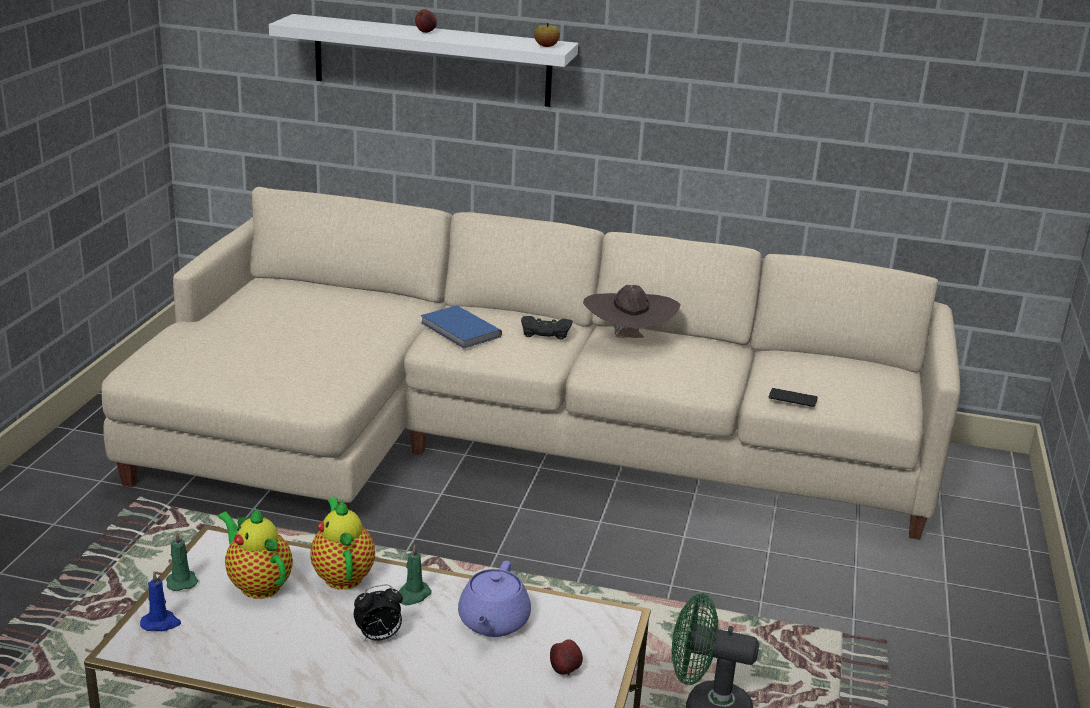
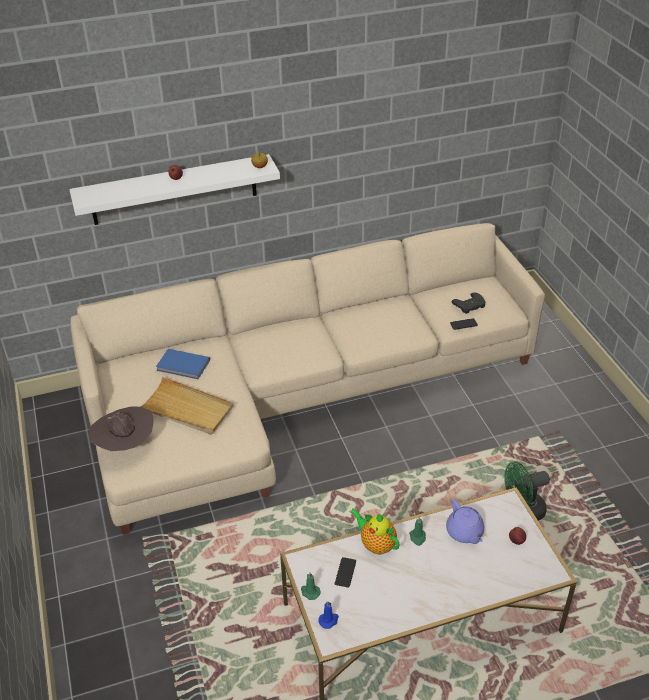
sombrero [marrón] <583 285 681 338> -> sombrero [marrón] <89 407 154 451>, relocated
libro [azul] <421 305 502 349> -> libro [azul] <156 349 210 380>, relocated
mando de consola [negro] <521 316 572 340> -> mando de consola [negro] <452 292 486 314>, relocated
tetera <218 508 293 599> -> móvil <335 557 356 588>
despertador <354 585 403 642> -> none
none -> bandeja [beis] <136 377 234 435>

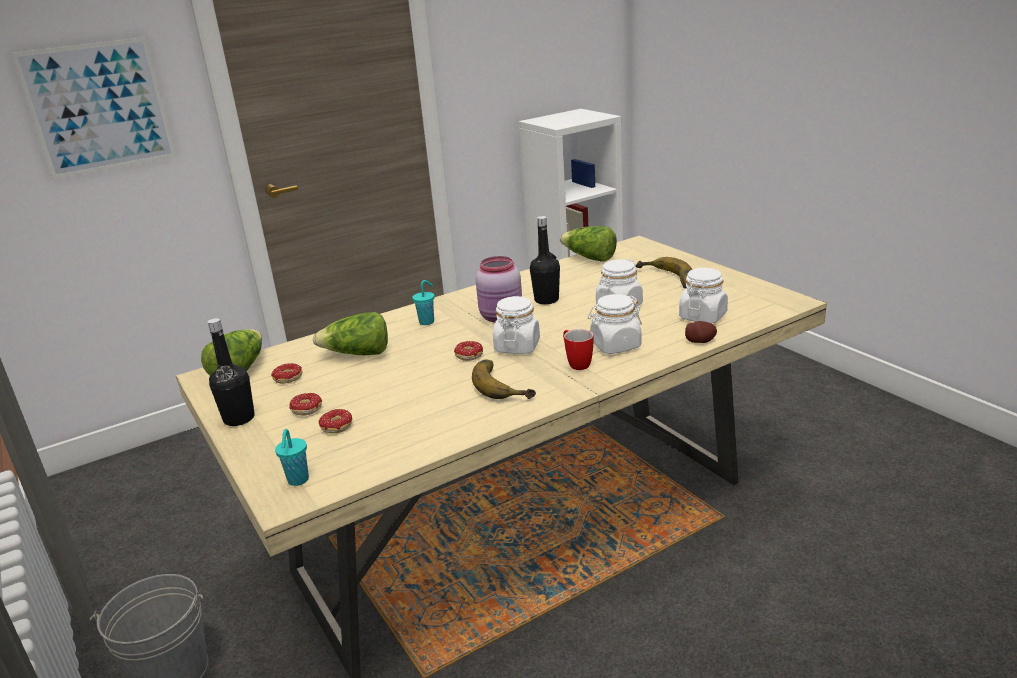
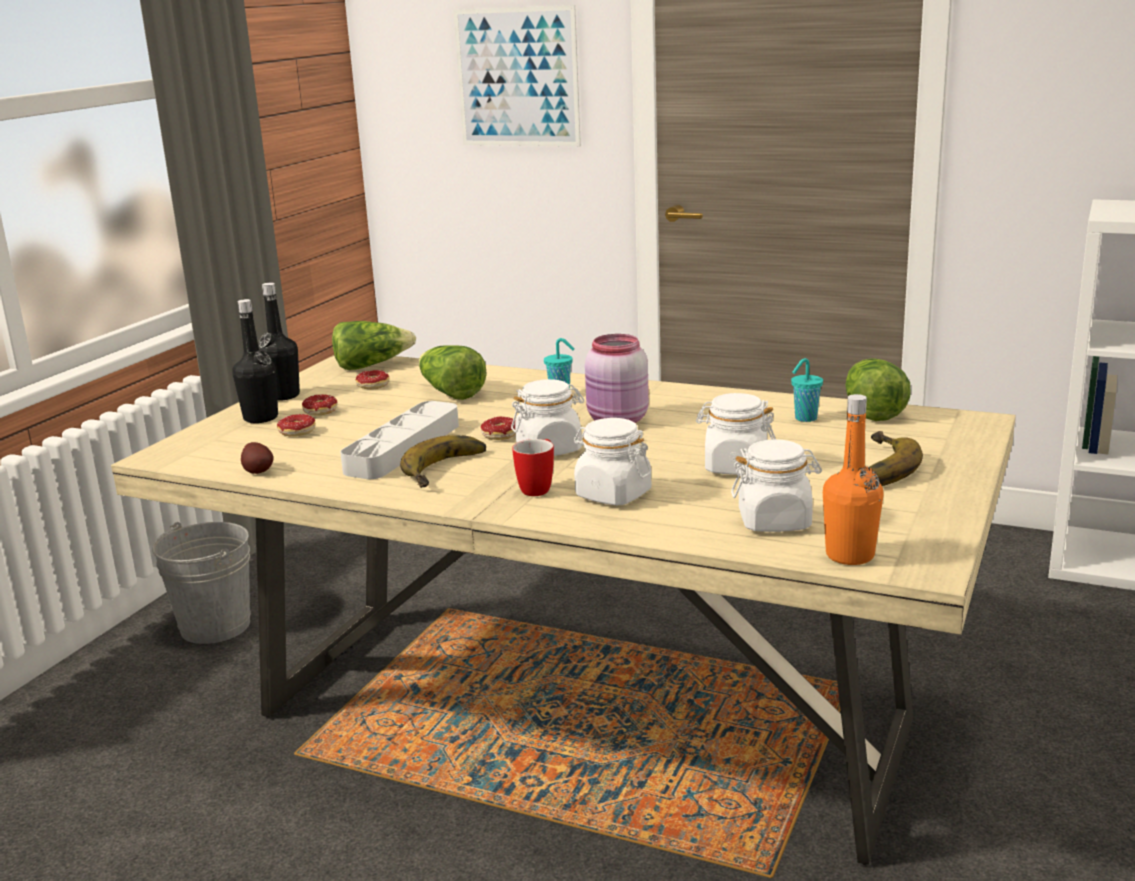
botella [negro] <530 216 560 304> -> botella [negro] <232 299 278 423>, relocated
patata <685 321 717 343> -> patata <241 442 274 474>, relocated
taza [turquesa] <275 429 309 486> -> taza [turquesa] <791 358 823 422>, relocated
none -> botella [naranja] <823 394 883 565>
none -> bandeja [gris] <340 401 459 479>

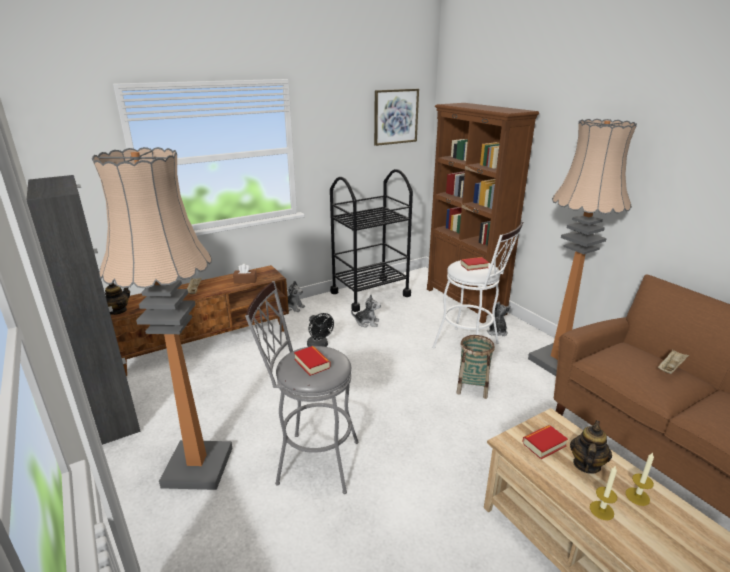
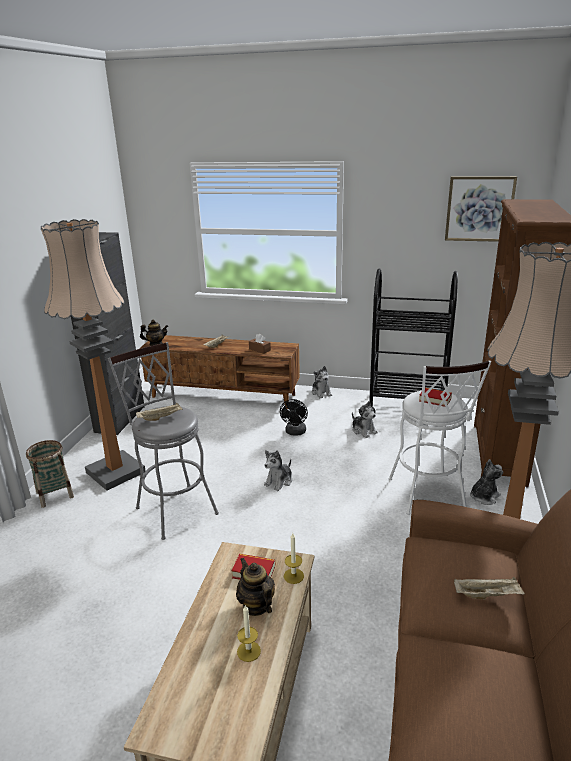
cesta <456 335 495 399> -> cesta <26 440 74 508>, relocated
libro <294 346 331 376> -> bandeja [beis] <136 403 183 421>
tetera <570 420 612 474> -> tetera <236 558 275 616>, 105 degrees counterclockwise
vela <590 465 617 520> -> vela <284 533 304 584>, relocated
none -> peluche <264 450 292 491>

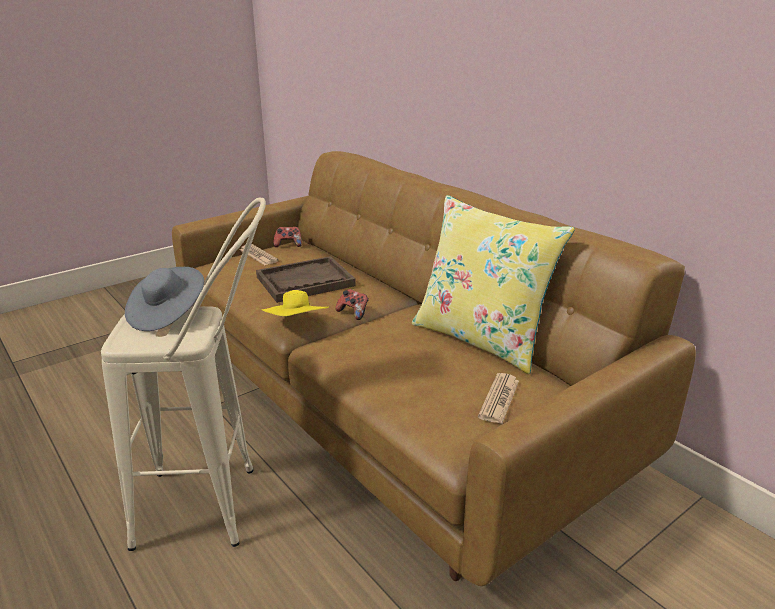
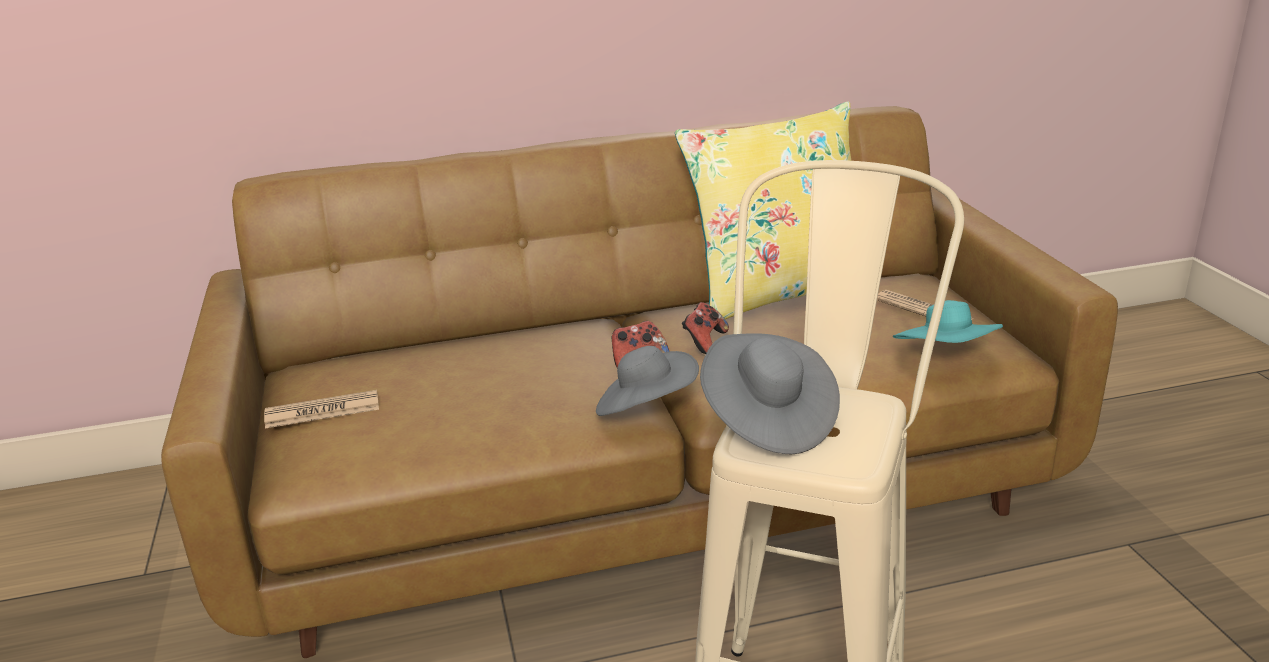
mando de consola <274 227 302 247> -> mando de consola <682 302 729 354>, relocated
bandeja [marrón] <256 256 356 303> -> none
sombrero [amarillo] <262 290 329 316> -> sombrero [gris] <596 346 699 416>
none -> sombrero [turquesa] <893 300 1003 343>

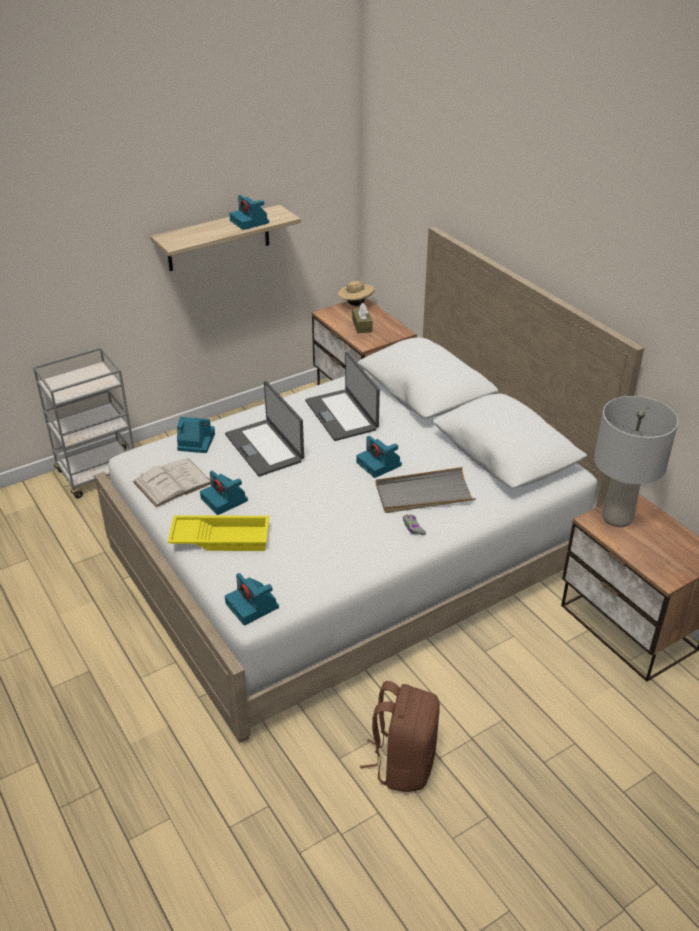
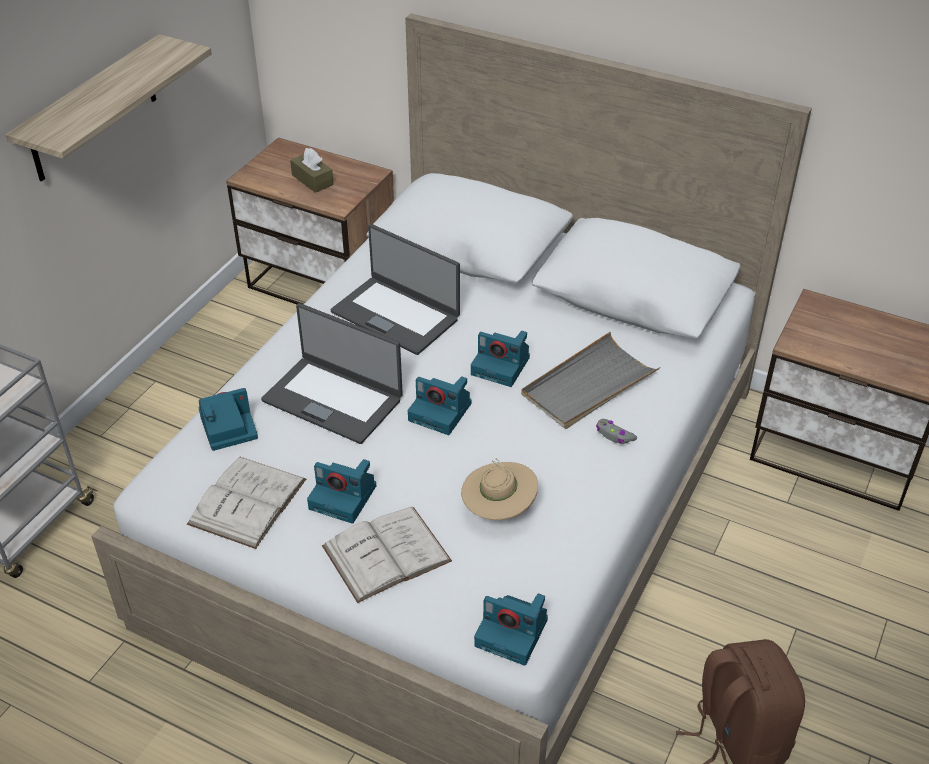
cámara <229 195 269 230> -> cámara <408 376 471 435>, relocated
sombrero [beis] <338 278 375 306> -> sombrero [beis] <461 458 538 520>, relocated
lámpara de mesa [gris] <594 396 678 527> -> none
bandeja [amarillo] <168 515 269 551> -> libro [blanco] <322 507 452 603>

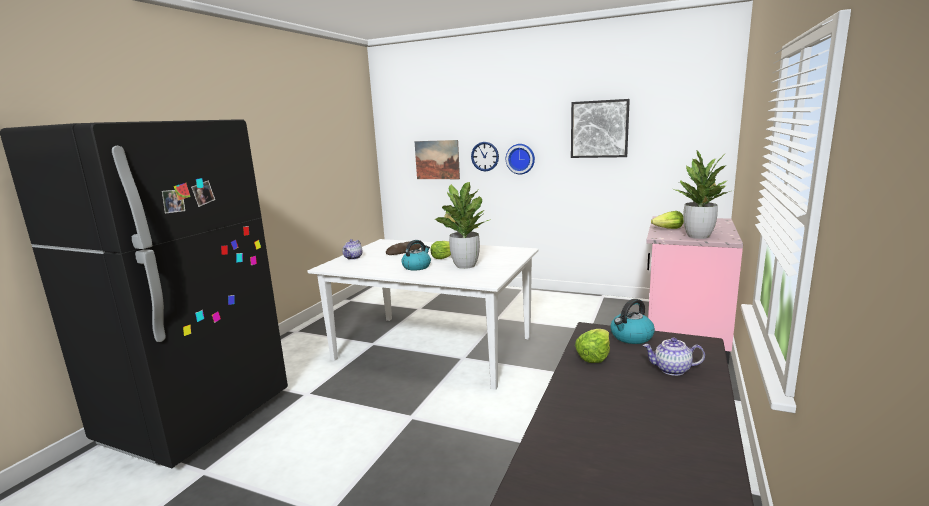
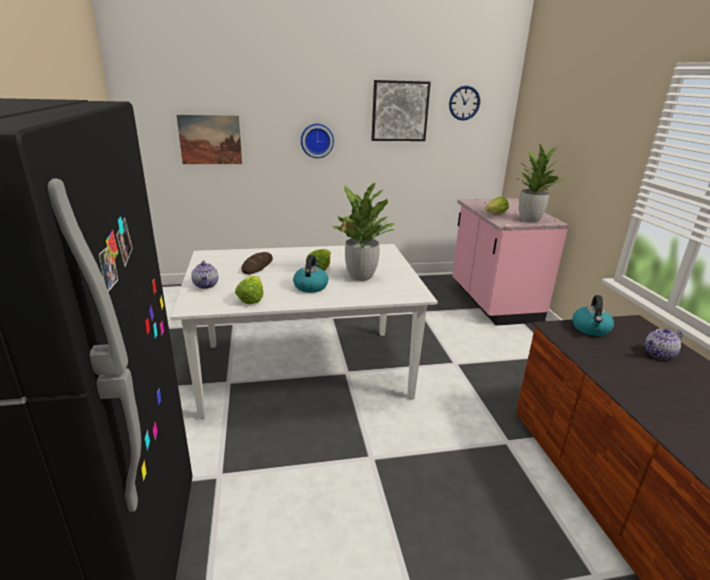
reloj de pared <471 142 499 171> -> reloj de pared <449 86 480 121>, relocated
lechuga <575 329 610 363> -> lechuga <235 276 264 304>, relocated

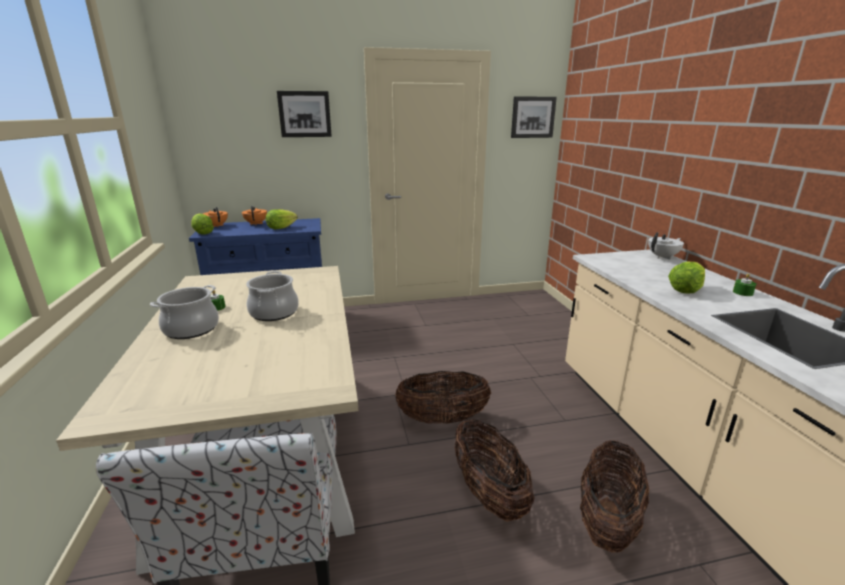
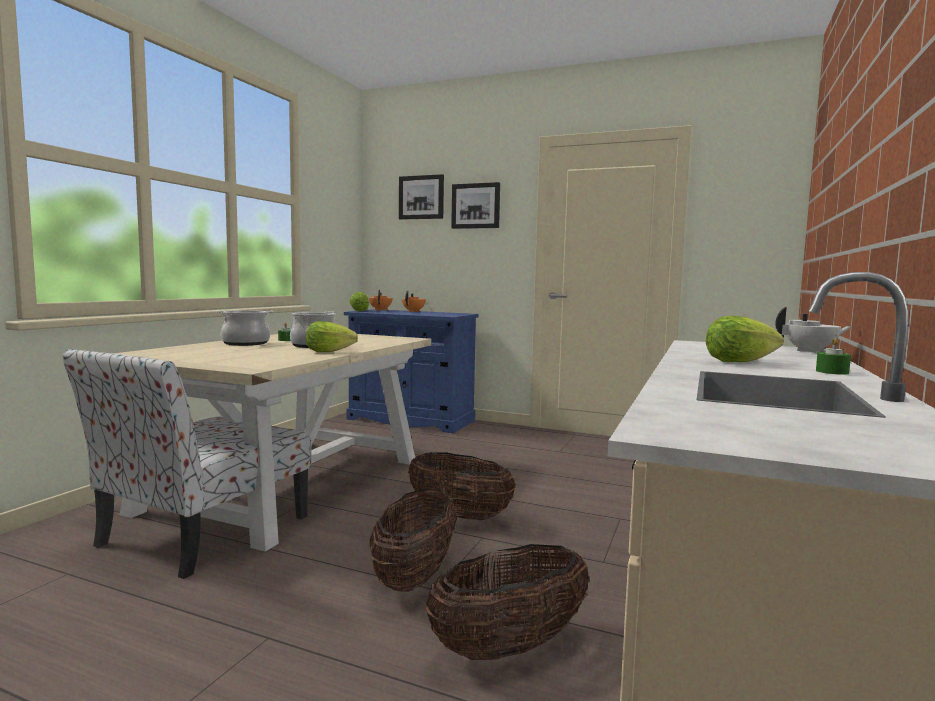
cuadro <511 96 557 138> -> cuadro <399 174 444 220>, relocated
lechuga <266 209 298 229> -> lechuga <306 321 358 352>, relocated

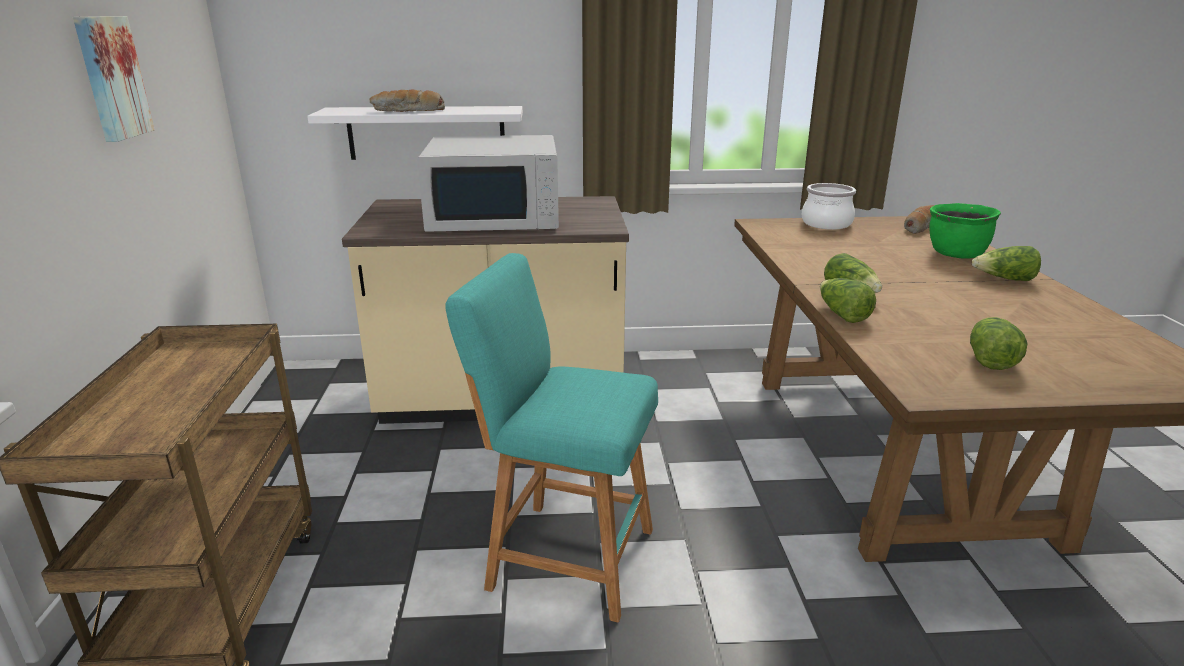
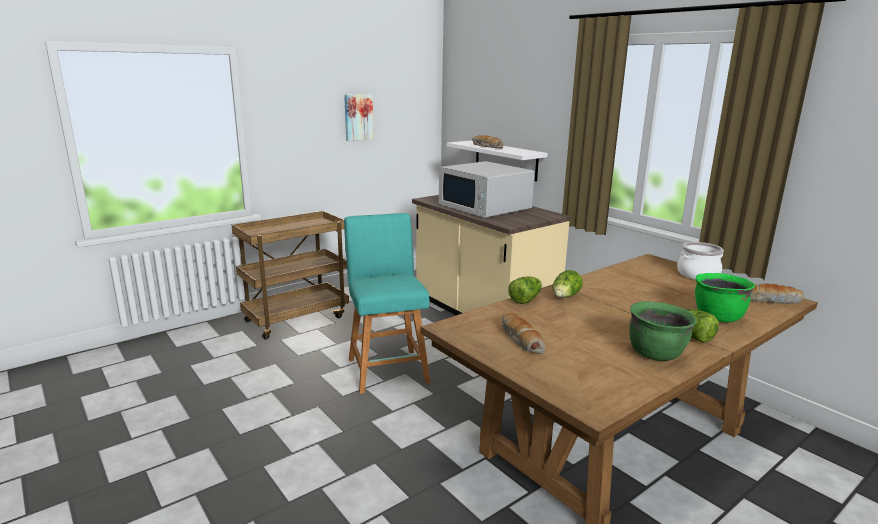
lechuga <970 317 1027 370> -> pan <502 313 545 354>
none -> olla [verde] <630 301 697 361>

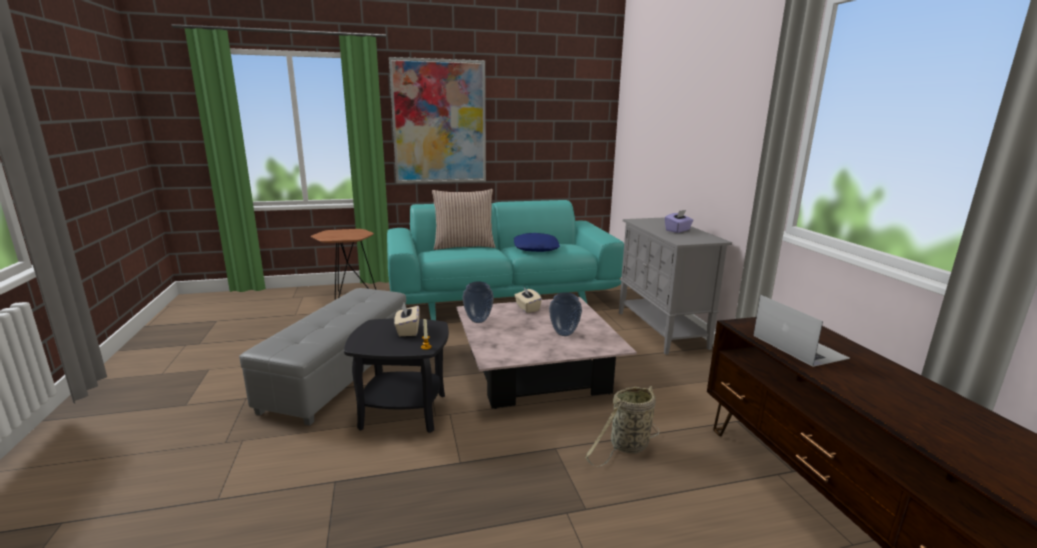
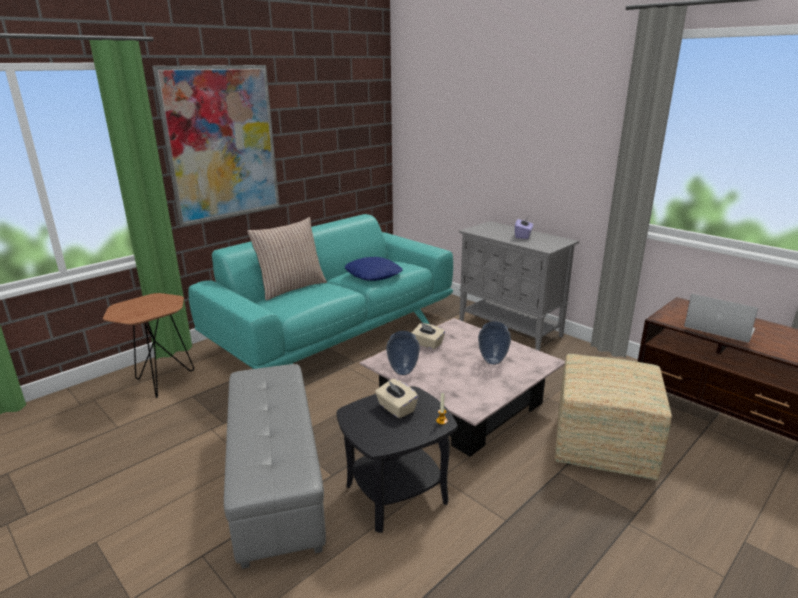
cesta <585 386 659 467> -> puf <555 354 672 481>

